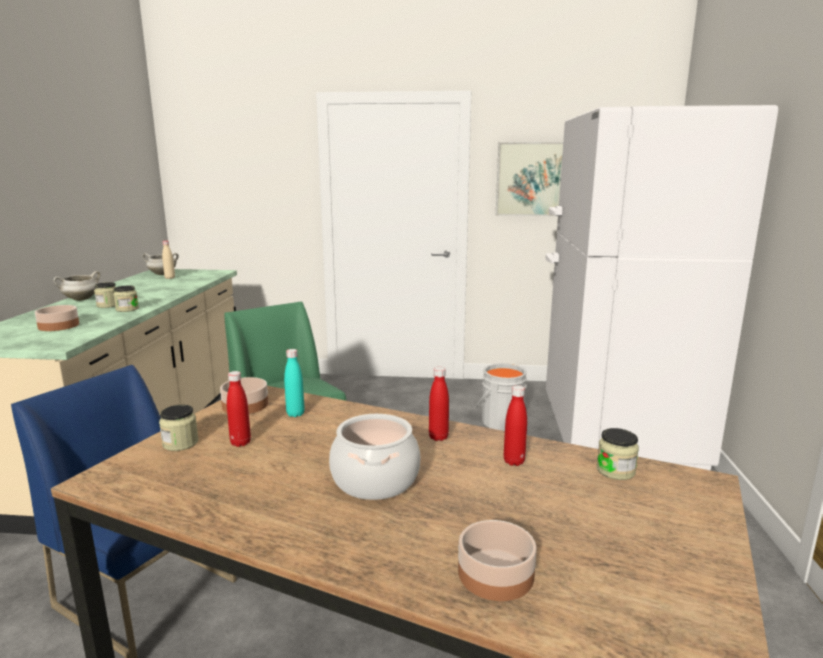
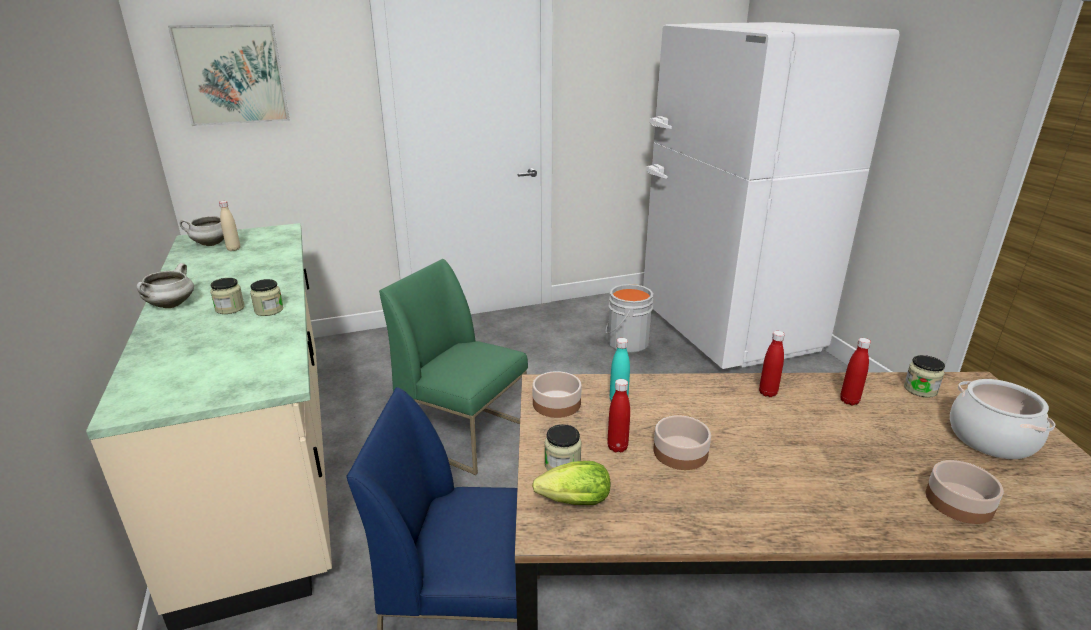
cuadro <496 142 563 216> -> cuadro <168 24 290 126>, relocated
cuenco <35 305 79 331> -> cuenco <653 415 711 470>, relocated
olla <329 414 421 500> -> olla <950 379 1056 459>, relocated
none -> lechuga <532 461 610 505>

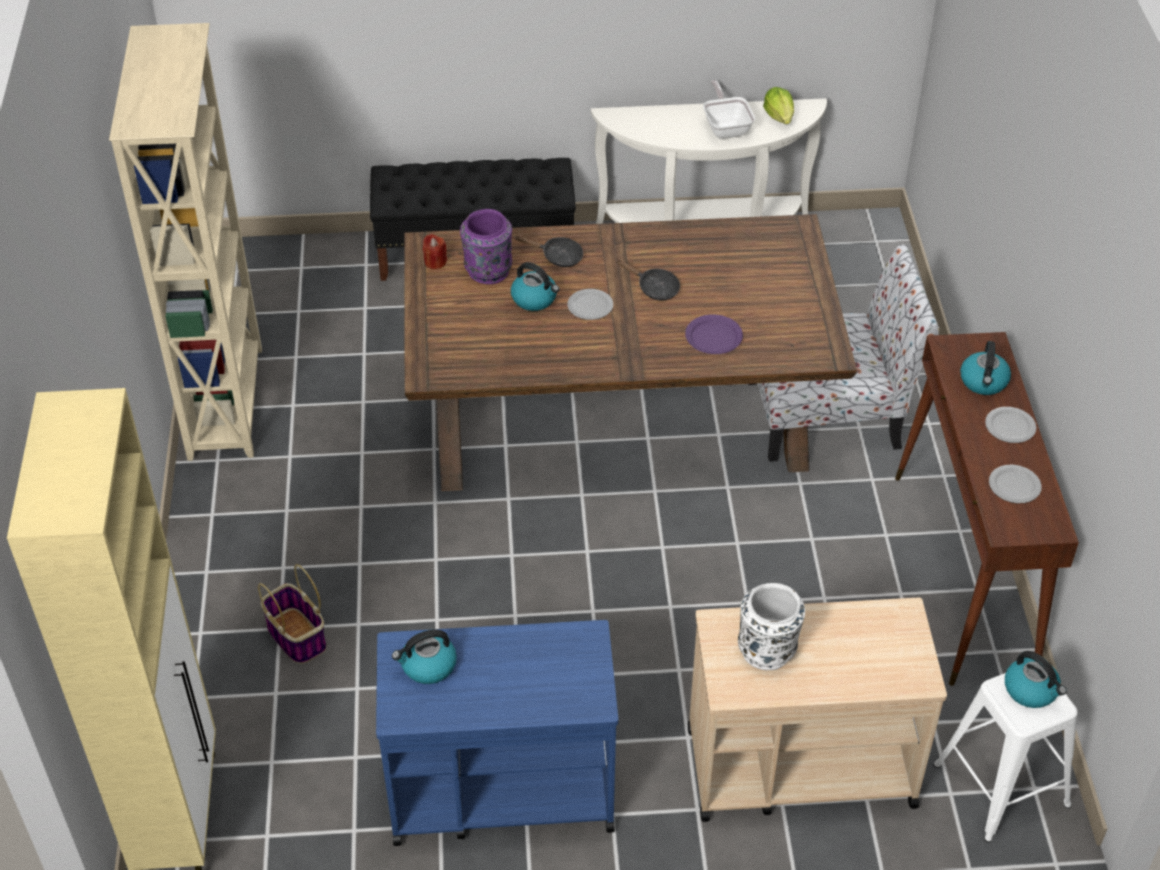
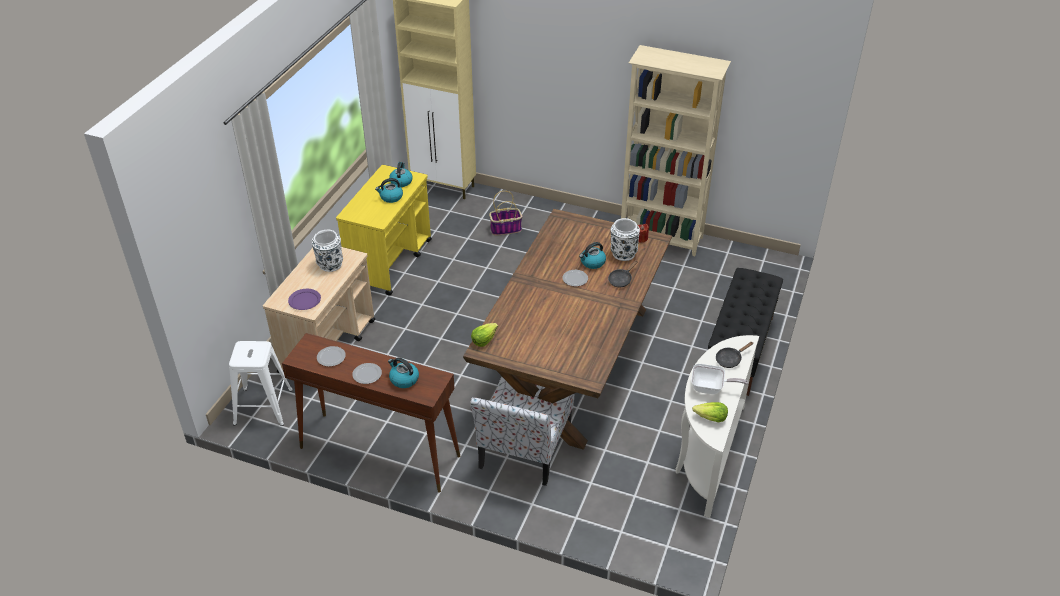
florero [morado] <460 209 512 284> -> florero [blanco] <611 218 640 261>
sartén [negro] <616 259 680 300> -> sartén [negro] <716 342 754 368>, relocated
plato [morado] <685 314 743 354> -> plato [morado] <288 289 321 310>, relocated
carrito [azul] <376 620 618 846> -> carrito [amarillo] <336 165 432 296>
hervidor <1005 651 1067 708> -> hervidor <375 178 403 203>, relocated
none -> lechuga <471 323 498 347>

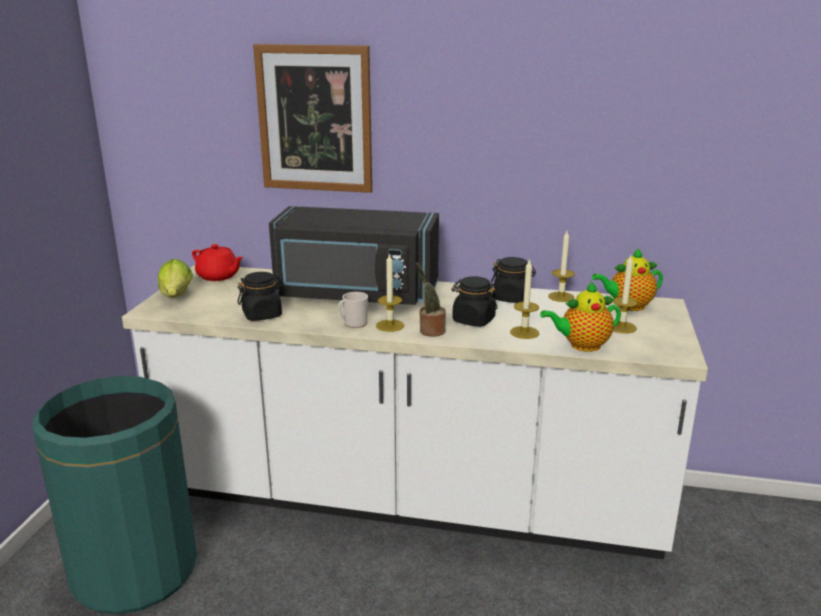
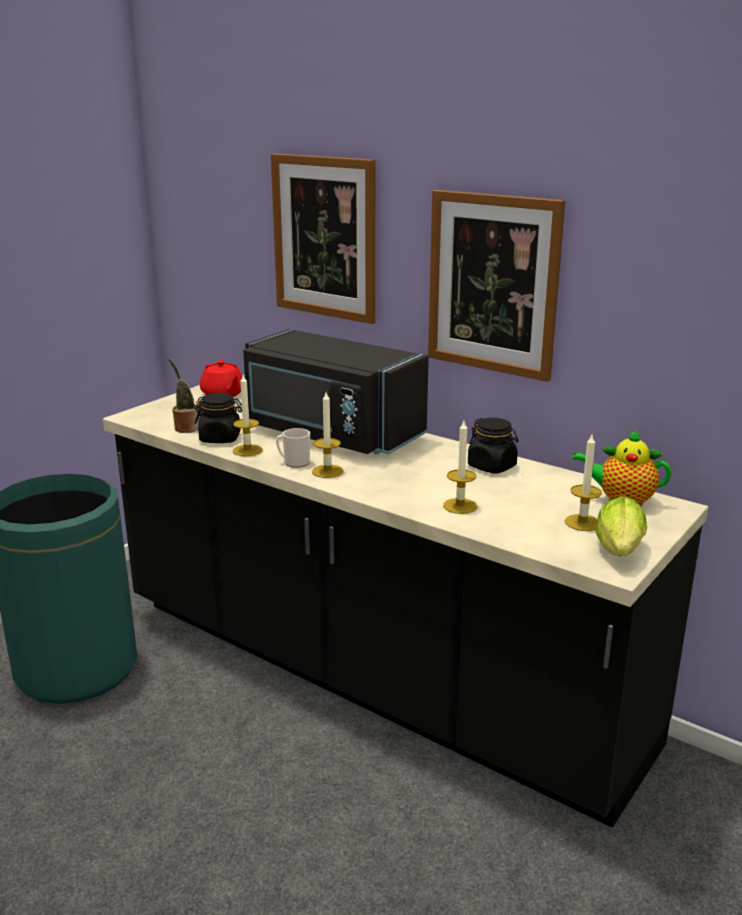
vela <548 231 575 302> -> vela <233 373 263 456>, relocated
lechuga <158 259 193 298> -> lechuga <596 496 647 557>, relocated
planta en maceta <416 263 446 337> -> planta en maceta <168 359 199 433>, relocated
mueble bajo de cocina [blanco] <122 265 708 559> -> mueble bajo de cocina [negro] <103 385 708 828>
tarro [negro] <451 276 497 327> -> none
tetera <540 281 621 352> -> none
none -> cuadro <428 190 565 382>

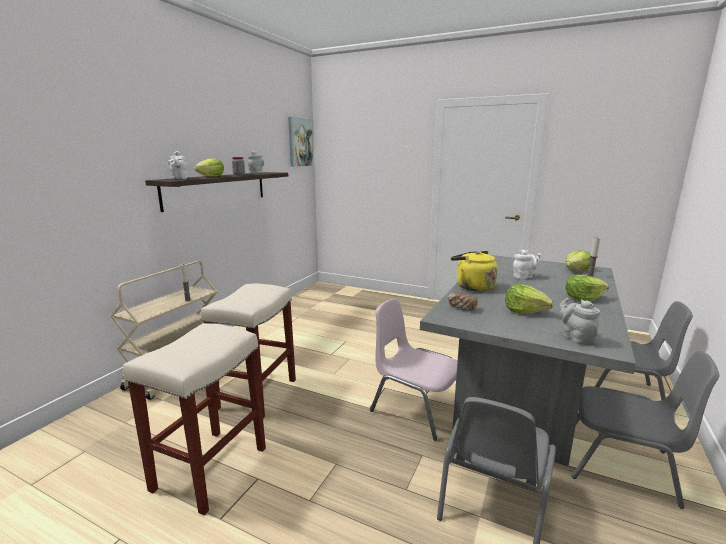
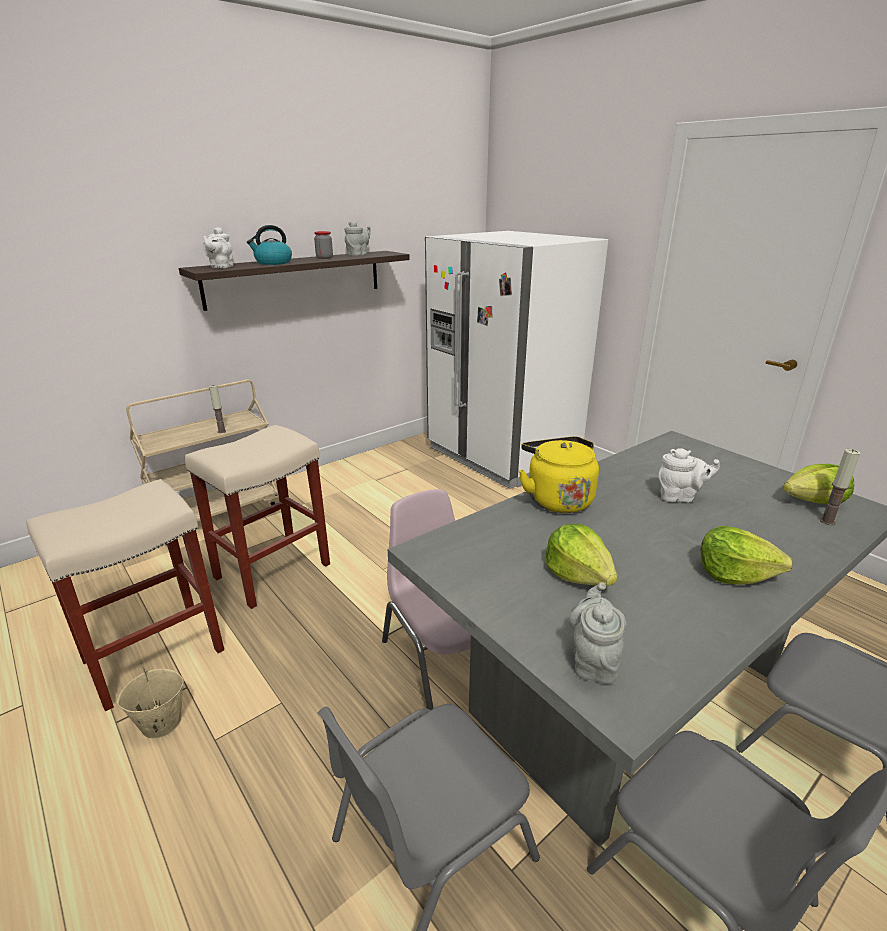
cuadro <288 117 314 167> -> none
lechuga <194 158 224 177> -> hervidor <247 225 292 265>
pan <448 292 478 311> -> none
none -> nevera [blanco] <425 231 608 489>
none -> cubo [beis] <117 663 184 738>

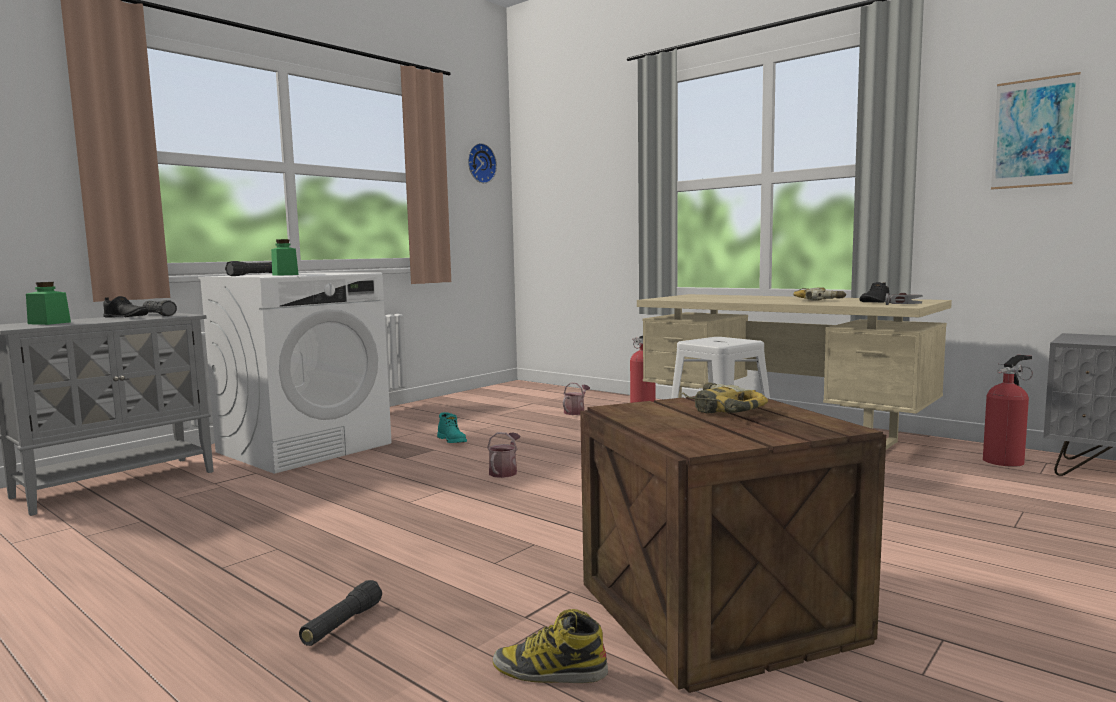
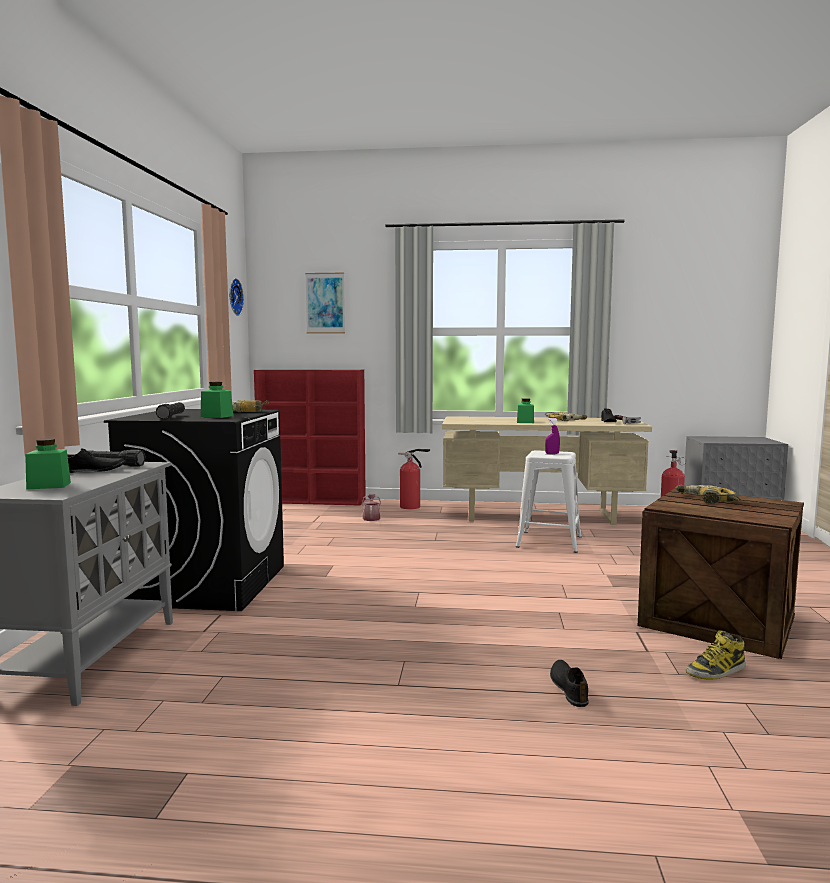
cuadro <991 72 1081 190> -> cuadro <305 273 345 334>, relocated
lavadora [blanco] <198 273 392 474> -> lavadora [negro] <104 409 284 611>
bota [turquesa] <437 412 467 443> -> none
regadera <487 432 520 478> -> none
linterna [negro] <299 580 382 646> -> zapato [negro] <550 660 589 707>
none -> estantería [rojo] <254 369 366 506>
none -> tarro [verde] <517 398 534 423>
none -> taladro <232 400 269 412>
none -> pulverizador [morado] <545 418 560 454>

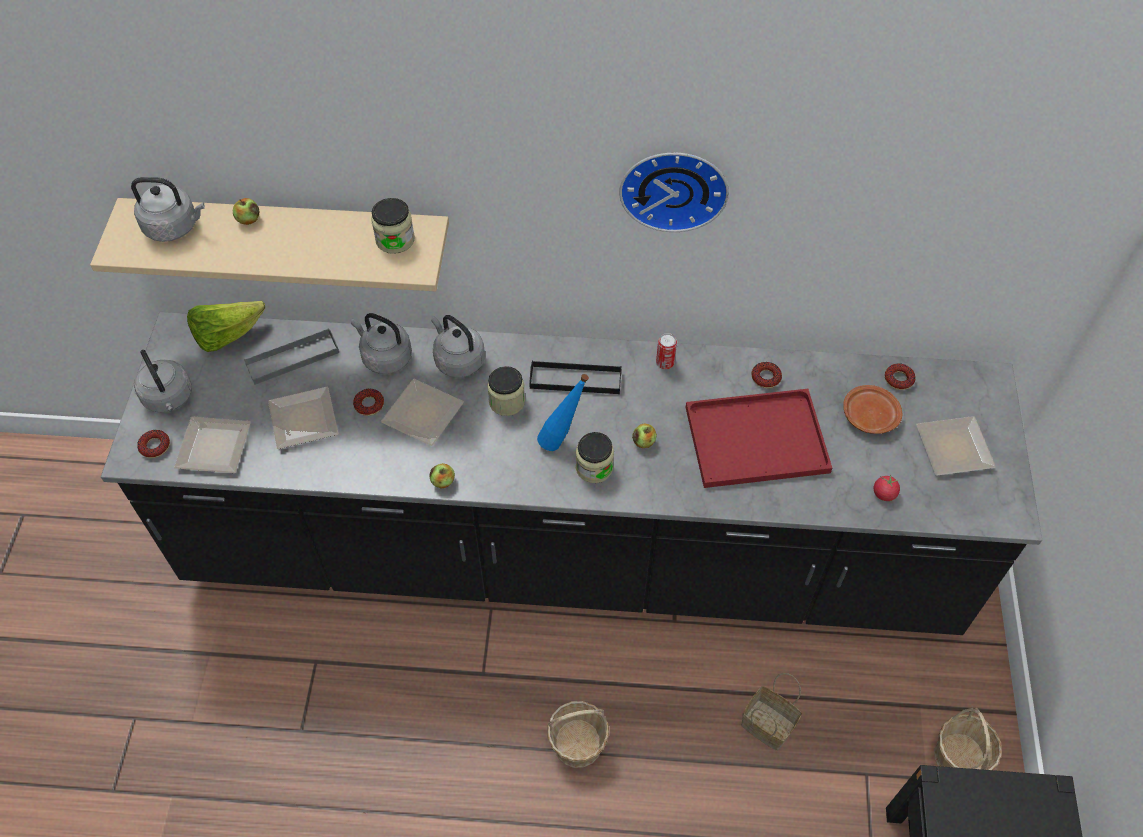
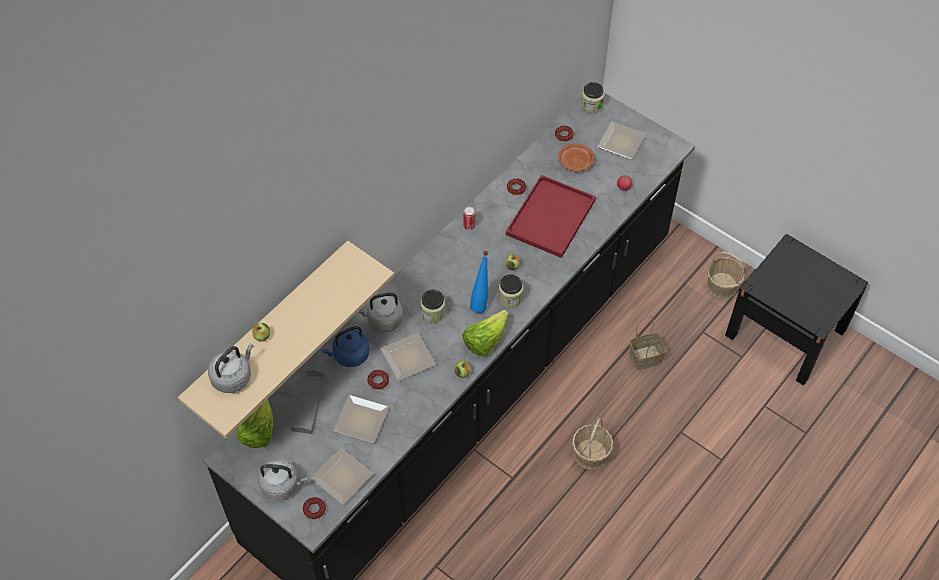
reloj de pared <619 153 729 232> -> none
tarro <371 198 415 254> -> tarro <581 82 604 113>, relocated
hervidor [gris] <351 313 412 374> -> hervidor [azul] <322 326 369 367>
bandeja [negro] <529 360 621 394> -> none
none -> lechuga <462 309 508 356>

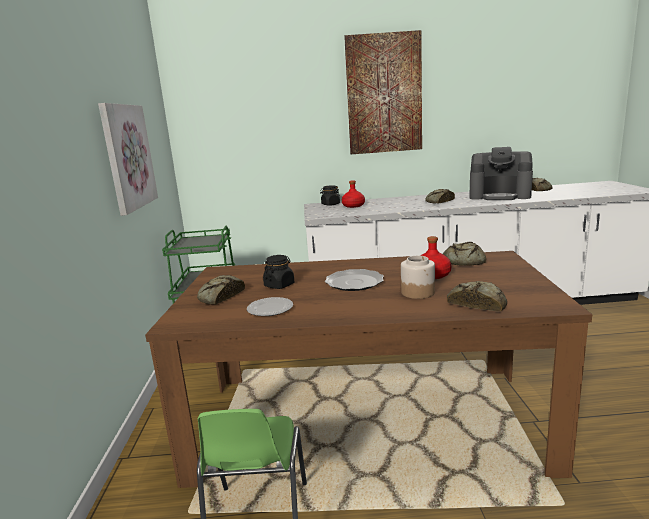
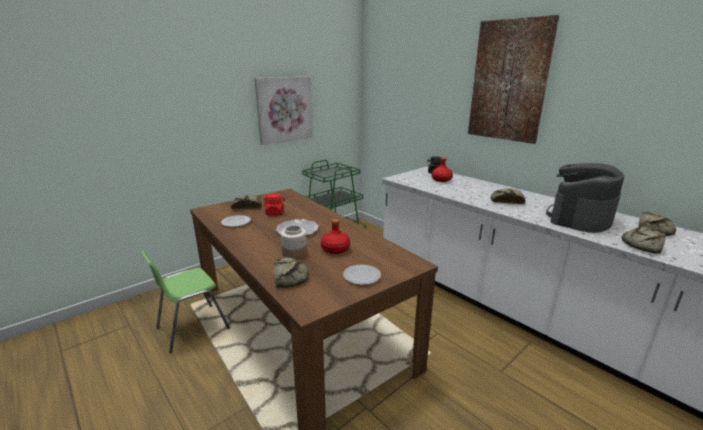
cafetera <469 147 533 200> -> cafetera <546 163 624 233>, 60 degrees clockwise
pan <443 242 486 266> -> pan <622 227 666 254>, relocated
tarro [negro] <263 255 294 289> -> tarro [rojo] <264 193 285 216>
none -> plato <343 265 381 285>

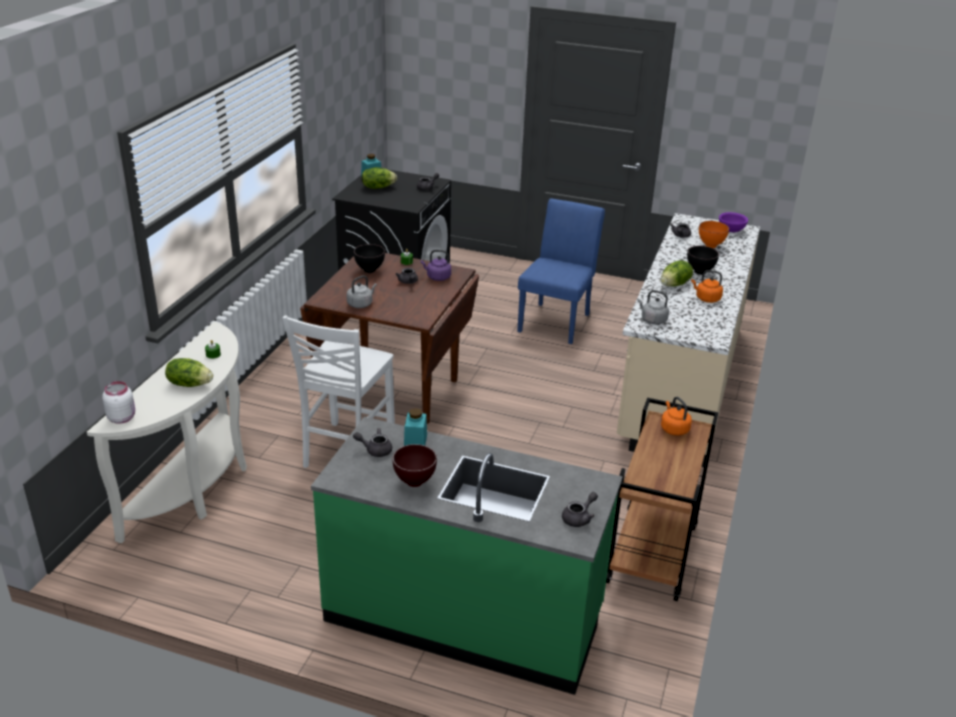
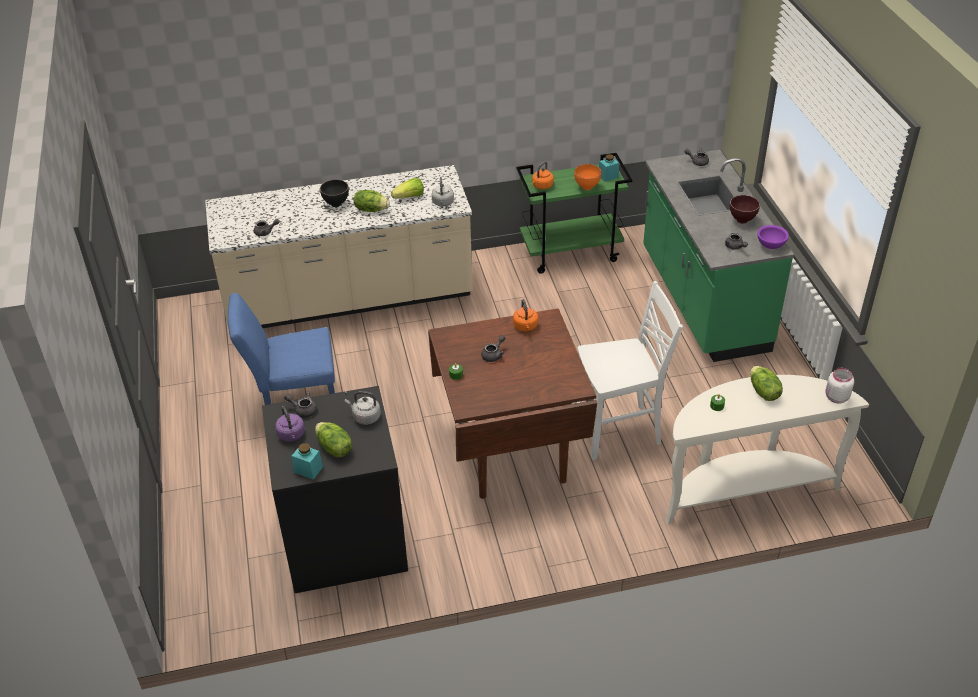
cuenco [morado] <719 212 748 232> -> cuenco [morado] <757 225 789 249>, relocated
cuenco [naranja] <699 221 729 248> -> cuenco [naranja] <574 164 602 190>, relocated
cuenco [negro] <354 244 385 273> -> none
hervidor [morado] <421 250 451 281> -> hervidor [morado] <275 406 305 442>, relocated
hervidor [naranja] <691 270 723 303> -> hervidor [naranja] <513 299 538 331>, relocated
hervidor [gris] <346 276 377 308> -> hervidor [gris] <345 391 381 425>, relocated
carrito [marrón] <606 398 718 601> -> carrito [verde] <516 153 632 274>
tarro [turquesa] <404 408 427 446> -> tarro [turquesa] <599 154 619 182>, relocated
none -> lechuga <391 178 424 199>

